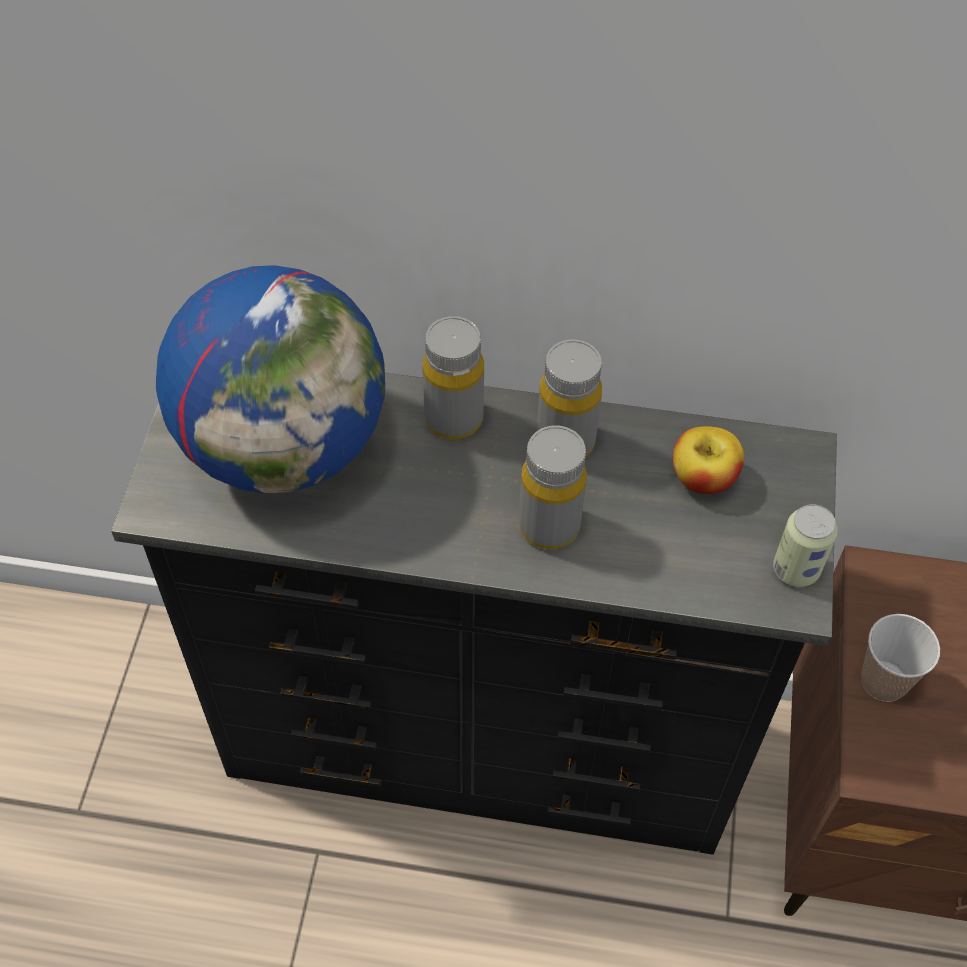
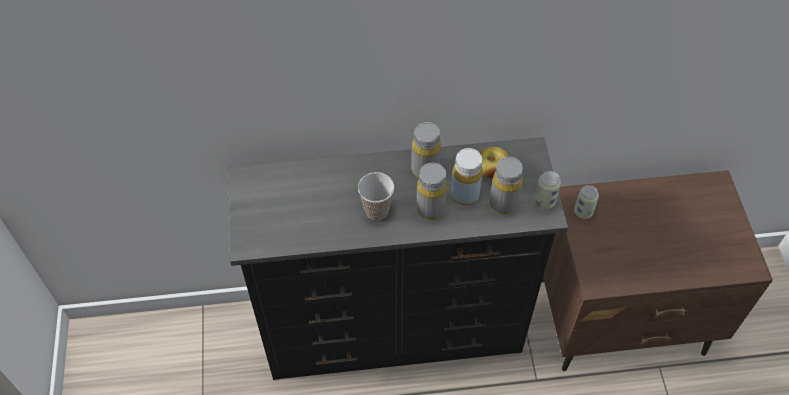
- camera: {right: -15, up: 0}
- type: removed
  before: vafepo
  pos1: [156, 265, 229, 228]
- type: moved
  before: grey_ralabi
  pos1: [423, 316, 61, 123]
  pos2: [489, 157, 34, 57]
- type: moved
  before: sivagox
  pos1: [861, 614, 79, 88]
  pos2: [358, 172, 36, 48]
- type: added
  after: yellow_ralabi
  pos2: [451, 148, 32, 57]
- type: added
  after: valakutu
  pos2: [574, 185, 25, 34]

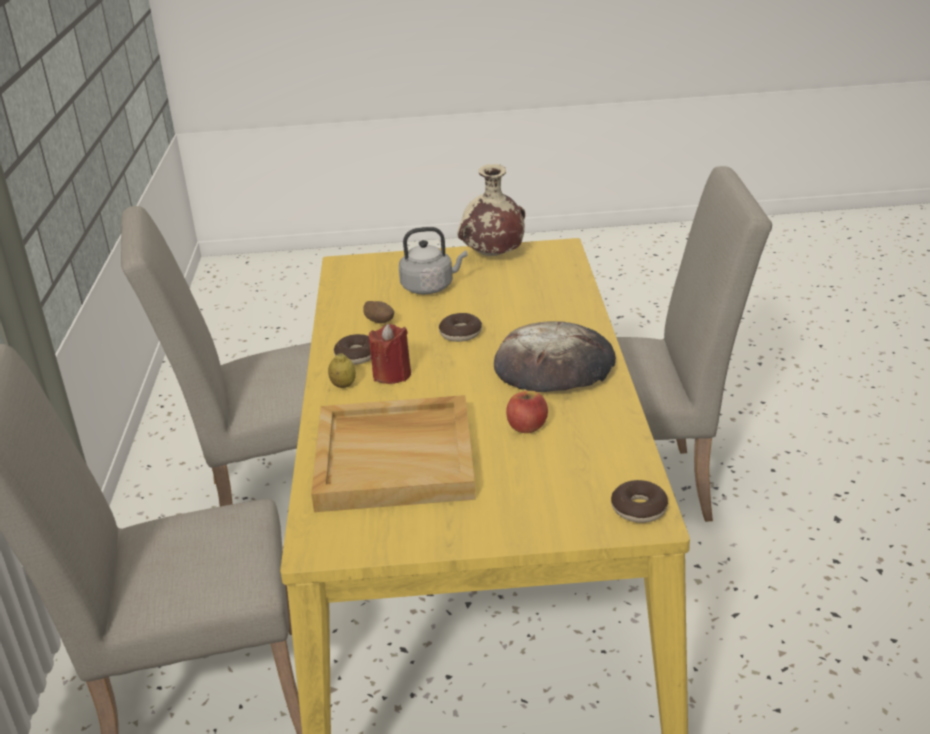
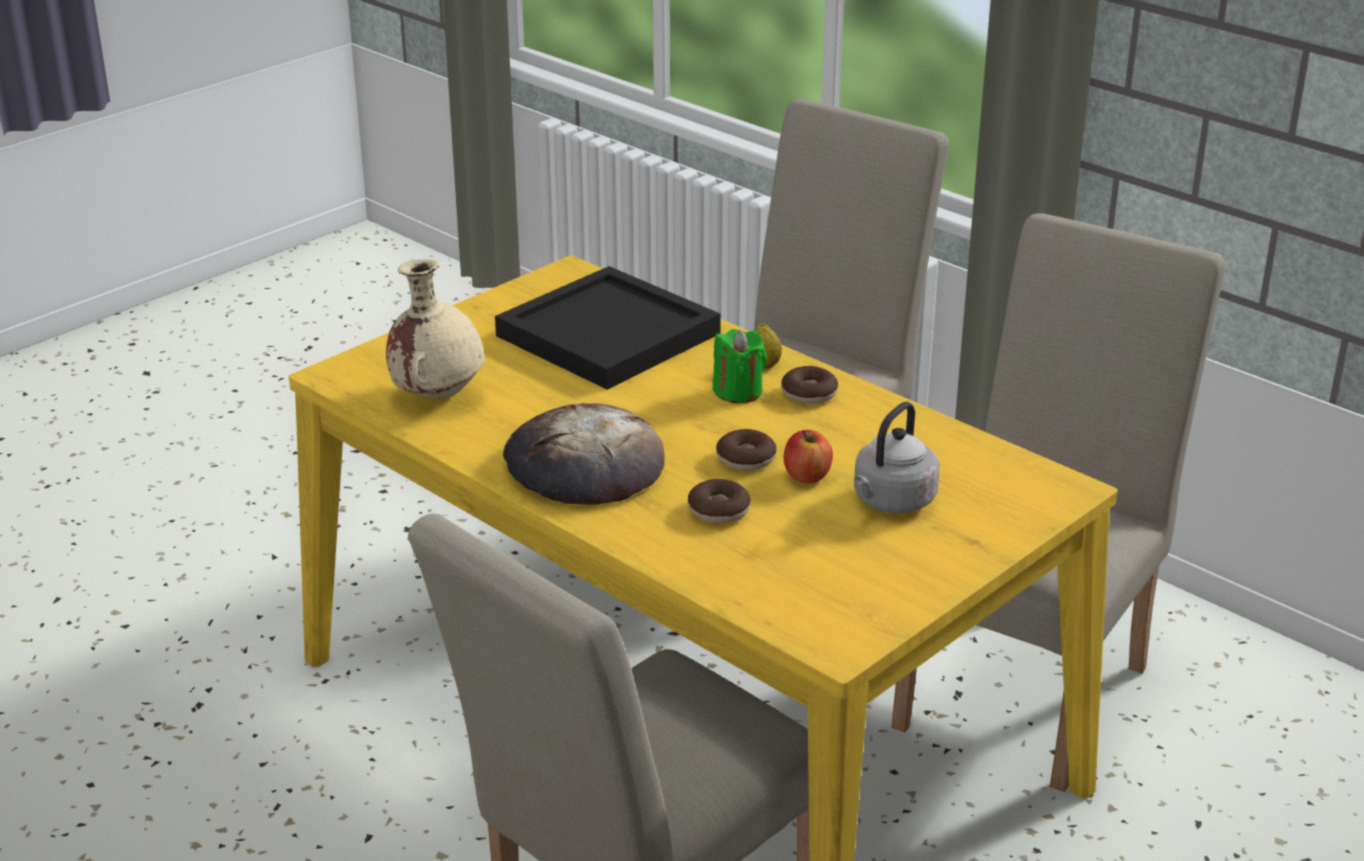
- camera: {right: 135, up: 0}
- type: recoloured
  before: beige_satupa
  after: black_satupa
  pos1: [311, 395, 165, 117]
  pos2: [495, 266, 226, 124]
- type: removed
  before: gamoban
  pos1: [363, 301, 31, 23]
- type: recoloured
  before: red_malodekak
  after: green_malodekak
  pos1: [369, 324, 42, 60]
  pos2: [713, 329, 54, 74]
- type: moved
  before: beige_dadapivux
  pos1: [457, 164, 68, 92]
  pos2: [386, 259, 99, 139]
- type: moved
  before: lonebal
  pos1: [506, 391, 42, 42]
  pos2: [784, 430, 49, 53]
- type: moved
  before: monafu
  pos1: [611, 480, 57, 43]
  pos2: [688, 479, 63, 44]

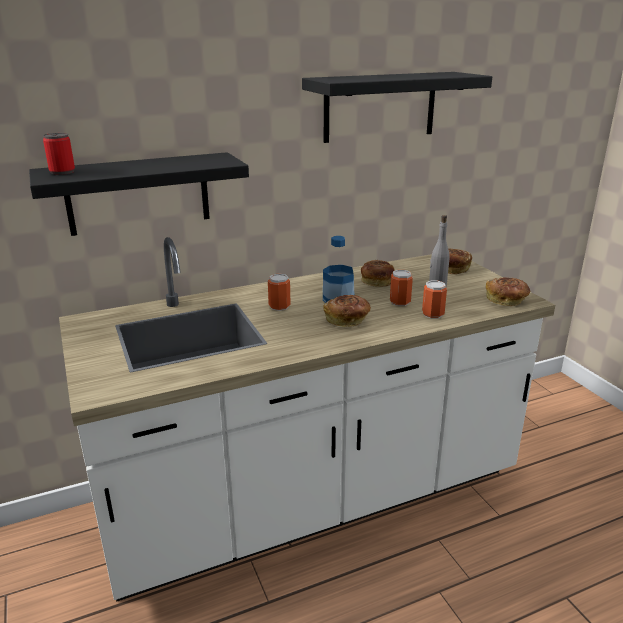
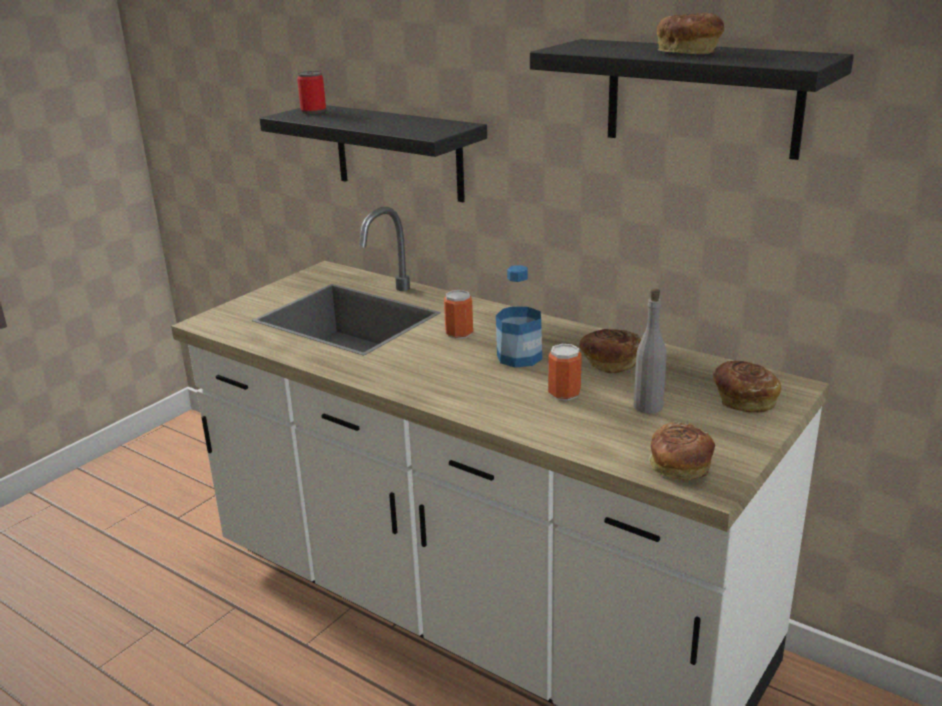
- camera: {right: 60, up: 0}
- type: moved
  before: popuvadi
  pos1: [323, 295, 48, 32]
  pos2: [657, 13, 67, 41]
- type: removed
  before: valakutu
  pos1: [422, 280, 25, 39]

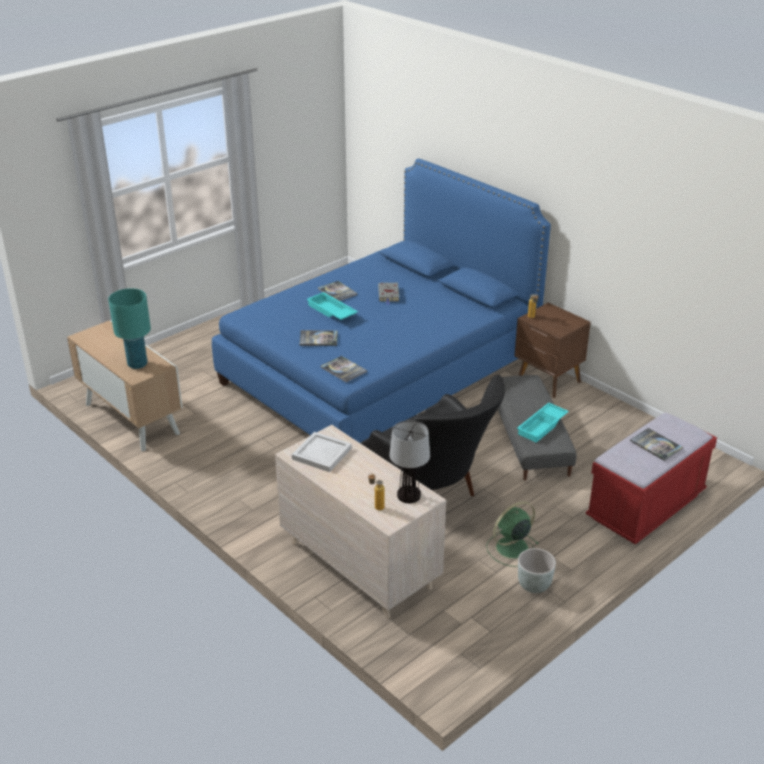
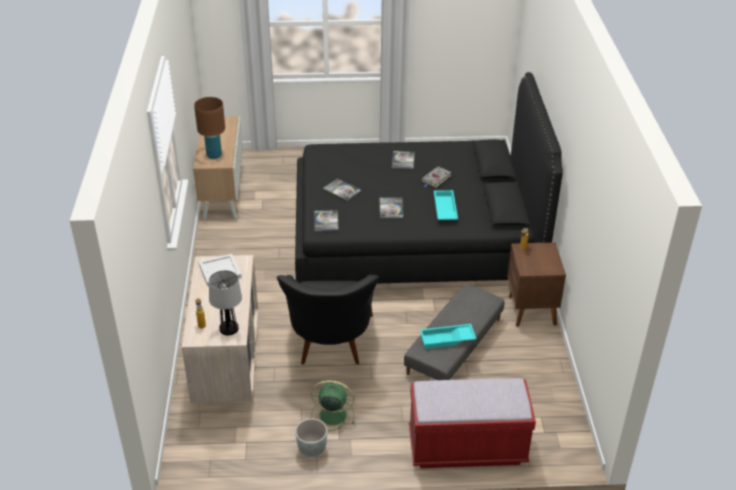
- camera: {right: 40, up: 5}
- type: recoloured
  before: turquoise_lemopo
  after: brown_lemopo
  pos1: [108, 288, 43, 81]
  pos2: [194, 97, 31, 62]
- type: recoloured
  before: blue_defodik
  after: black_defodik
  pos1: [212, 159, 339, 284]
  pos2: [295, 72, 268, 211]
- type: moved
  before: turquoise_satupa
  pos1: [307, 292, 51, 28]
  pos2: [434, 190, 24, 30]
- type: moved
  before: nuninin
  pos1: [630, 428, 53, 33]
  pos2: [379, 198, 24, 20]

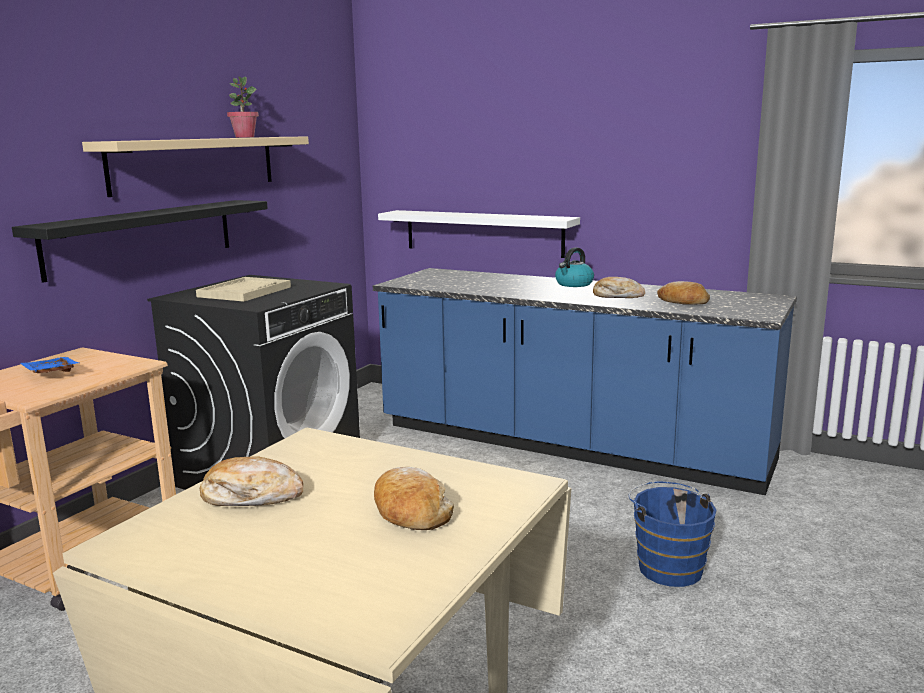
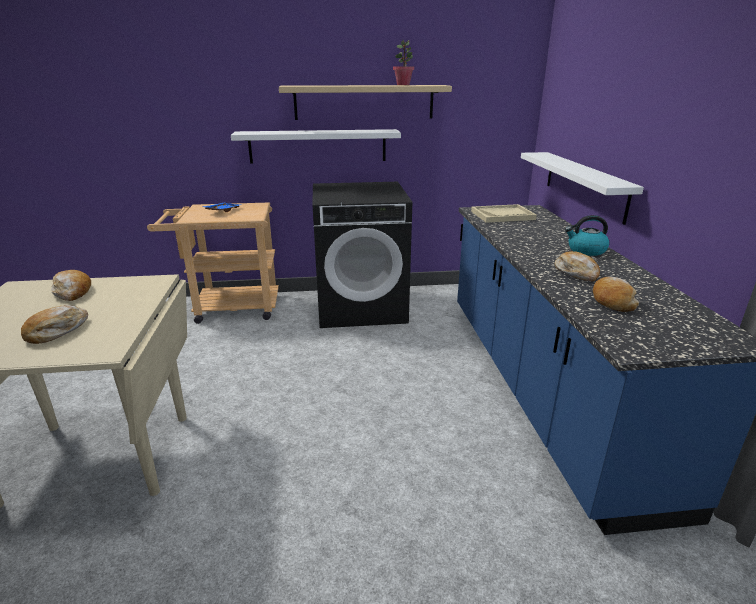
- camera: {right: 55, up: 10}
- type: recoloured
  before: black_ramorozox
  after: white_ramorozox
  pos1: [12, 200, 256, 83]
  pos2: [231, 129, 170, 35]
- type: moved
  before: beige_satupa
  pos1: [196, 277, 95, 25]
  pos2: [471, 204, 66, 19]
- type: removed
  before: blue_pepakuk
  pos1: [629, 481, 87, 106]

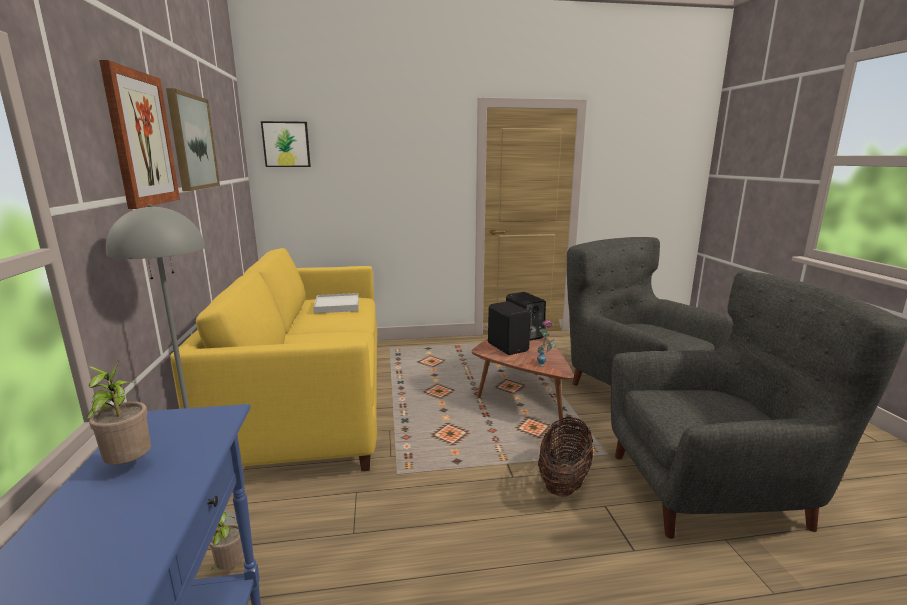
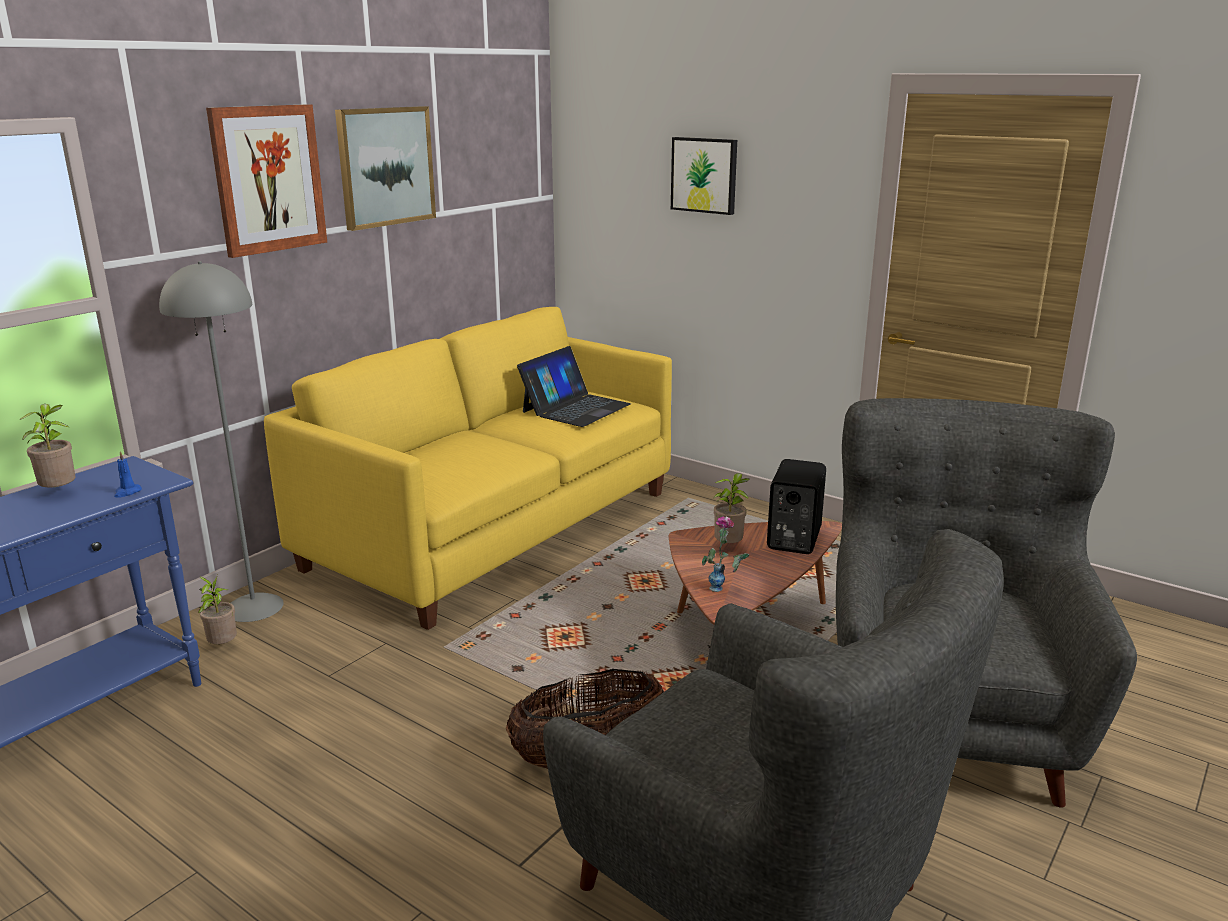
- camera: {right: 45, up: 5}
- type: moved
  before: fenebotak
  pos1: [261, 121, 50, 46]
  pos2: [671, 137, 66, 78]
- type: replaced
  before: white_satupa
  after: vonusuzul
  pos1: [313, 293, 46, 20]
  pos2: [517, 346, 114, 81]
- type: replaced
  before: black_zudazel
  after: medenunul
  pos1: [488, 301, 43, 54]
  pos2: [713, 473, 36, 70]
- type: added
  after: blue_malodekak
  pos2: [114, 451, 28, 47]

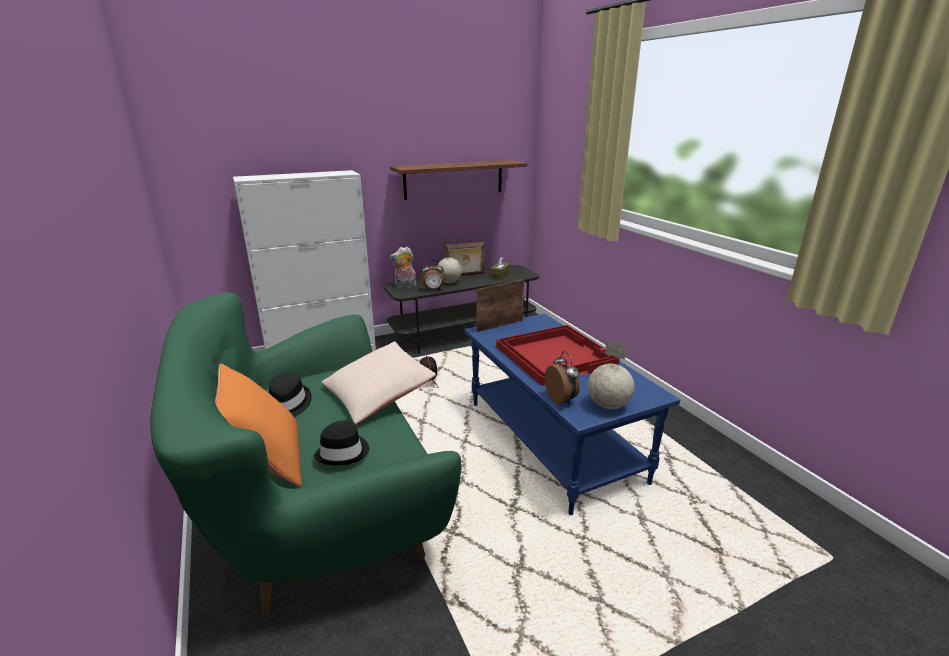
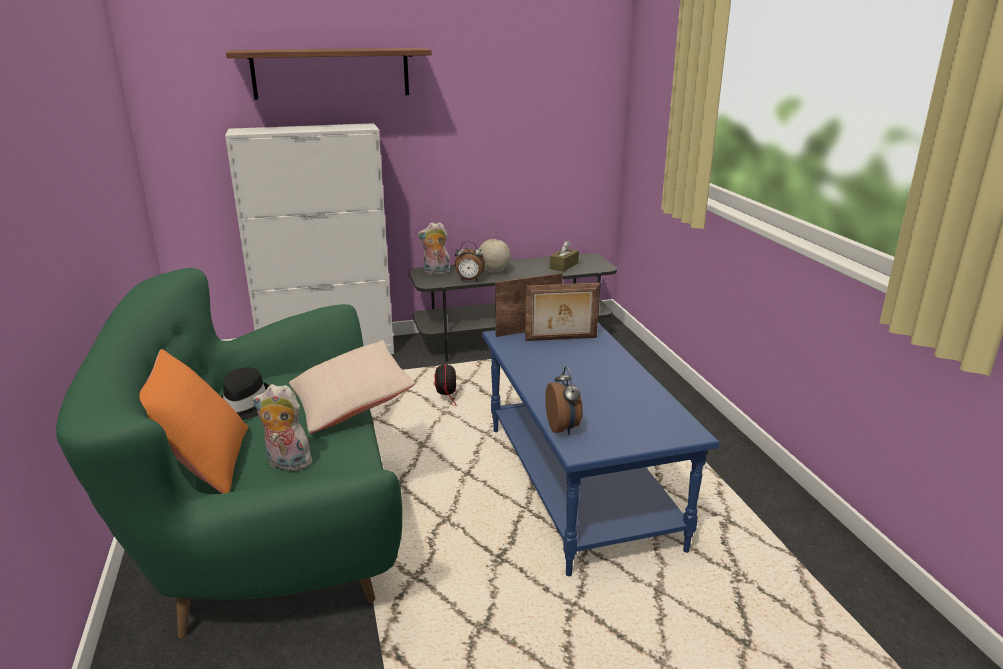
- camera: {right: 10, up: 0}
- type: replaced
  before: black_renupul
  after: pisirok
  pos1: [313, 421, 56, 44]
  pos2: [252, 384, 62, 87]
- type: moved
  before: ramorozox
  pos1: [390, 160, 137, 40]
  pos2: [226, 48, 206, 52]
- type: moved
  before: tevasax
  pos1: [445, 242, 40, 34]
  pos2: [525, 283, 75, 58]
- type: removed
  before: red_satupa
  pos1: [496, 325, 124, 61]
- type: removed
  before: vafepo
  pos1: [588, 340, 47, 69]

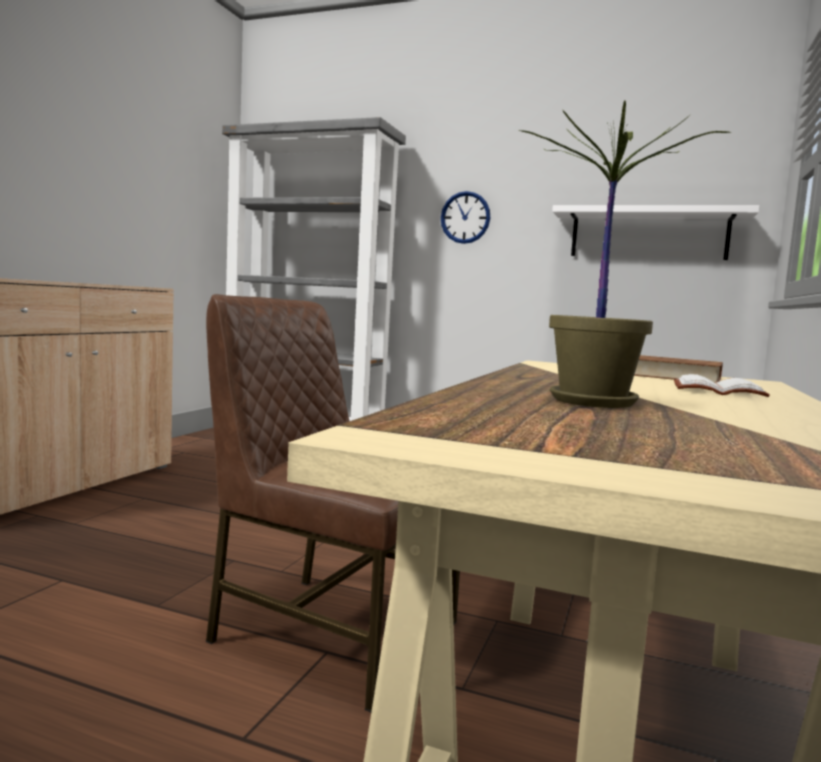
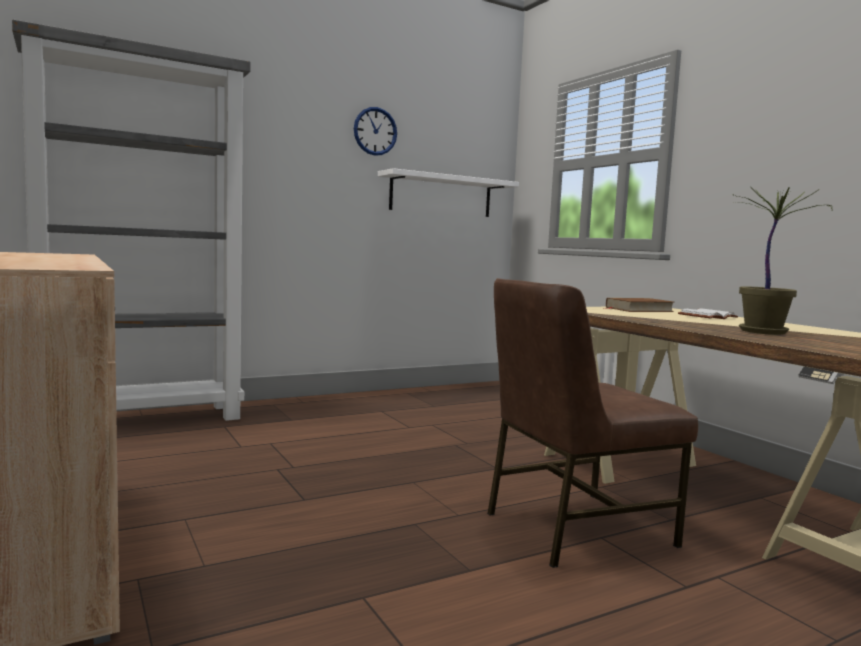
- camera: {right: -50, up: 0}
- type: moved
  before: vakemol
  pos1: [441, 191, 49, 53]
  pos2: [354, 107, 43, 49]

